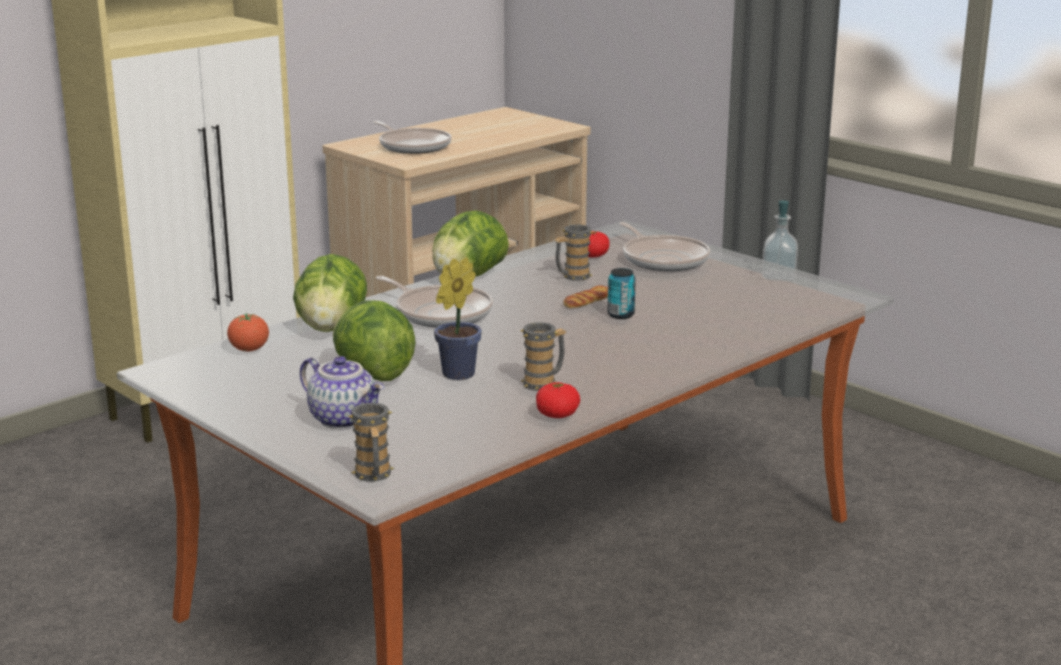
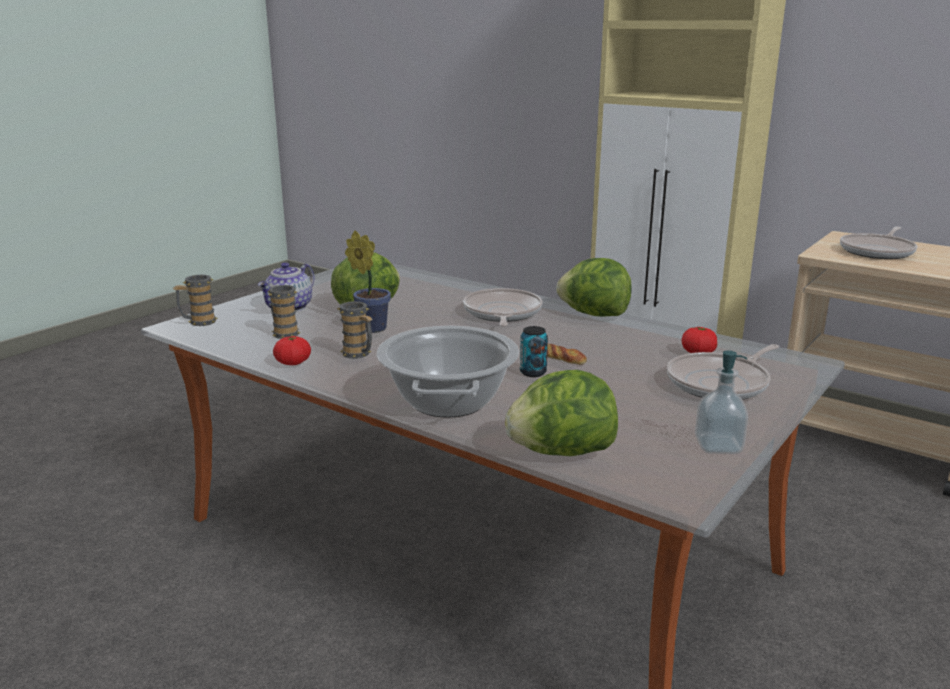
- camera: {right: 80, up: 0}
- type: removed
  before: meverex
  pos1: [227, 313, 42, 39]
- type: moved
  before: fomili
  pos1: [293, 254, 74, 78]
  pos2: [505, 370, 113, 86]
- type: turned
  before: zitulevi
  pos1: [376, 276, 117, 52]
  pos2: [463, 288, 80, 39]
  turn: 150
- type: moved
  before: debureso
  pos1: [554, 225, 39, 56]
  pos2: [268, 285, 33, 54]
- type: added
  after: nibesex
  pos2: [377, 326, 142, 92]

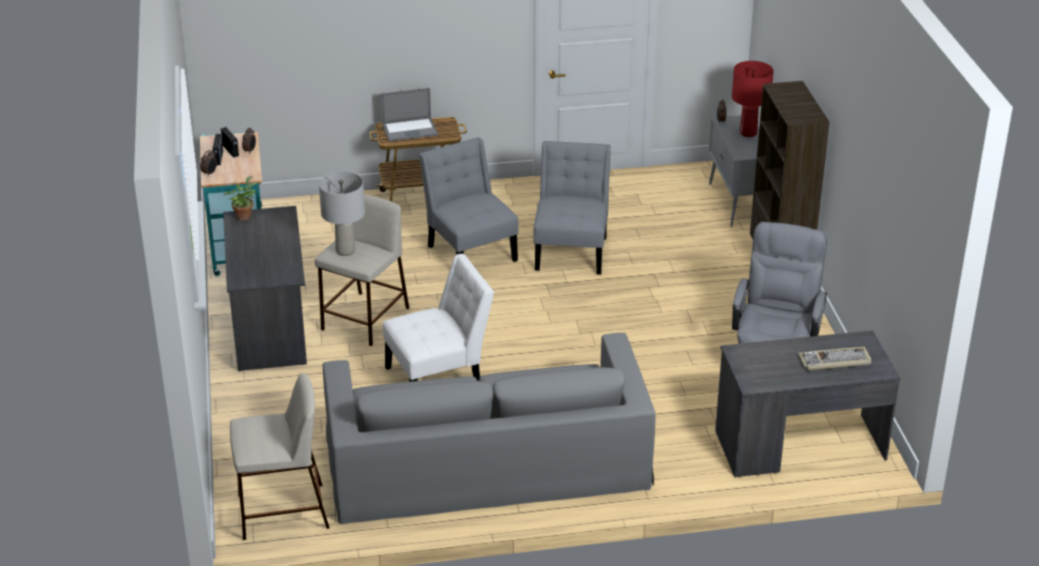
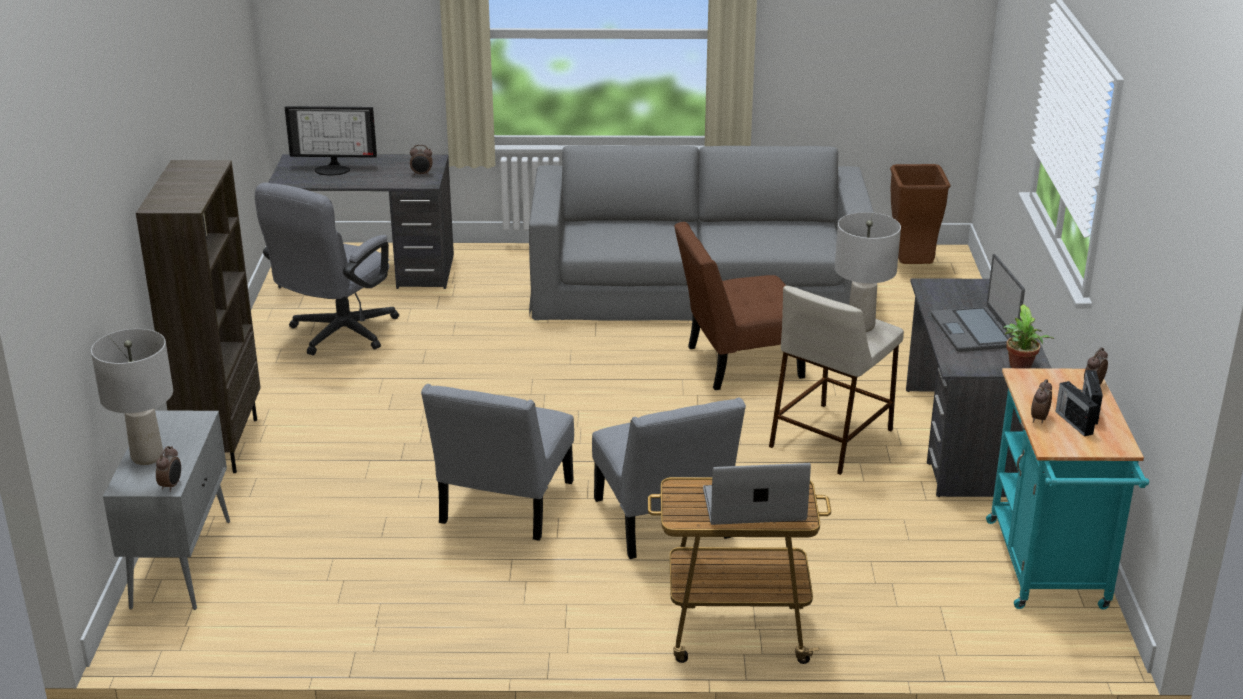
- camera: {right: -170, up: -5}
- type: replaced
  before: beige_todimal
  after: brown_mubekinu
  pos1: [230, 373, 99, 167]
  pos2: [890, 164, 61, 100]
- type: recoloured
  before: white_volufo
  after: brown_volufo
  pos1: [383, 254, 111, 128]
  pos2: [674, 222, 131, 168]
- type: recoloured
  before: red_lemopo
  after: grey_lemopo
  pos1: [732, 61, 42, 76]
  pos2: [91, 329, 82, 136]
- type: replaced
  before: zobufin
  after: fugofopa
  pos1: [798, 347, 73, 24]
  pos2: [285, 106, 92, 70]
- type: added
  after: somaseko
  pos2: [410, 145, 23, 30]
- type: added
  after: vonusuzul
  pos2: [931, 254, 94, 98]

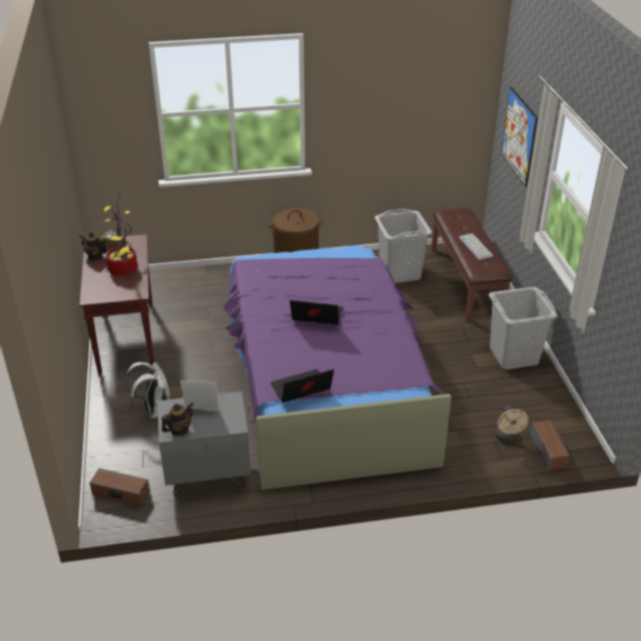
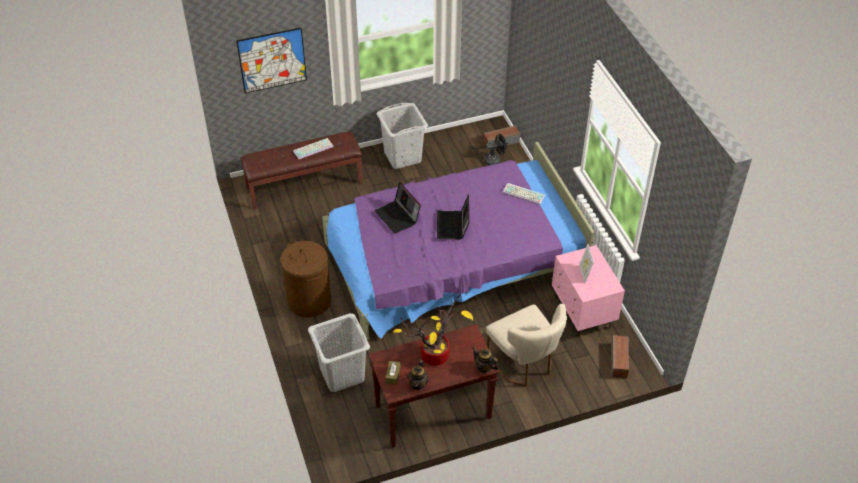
- camera: {right: -100, up: 10}
- type: replaced
  before: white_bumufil
  after: beige_volufo
  pos1: [125, 362, 45, 57]
  pos2: [486, 304, 81, 82]
- type: recoloured
  before: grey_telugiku
  after: pink_telugiku
  pos1: [157, 391, 94, 105]
  pos2: [552, 245, 73, 92]
- type: moved
  before: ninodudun
  pos1: [162, 402, 31, 34]
  pos2: [472, 347, 26, 26]
- type: moved
  before: vonusuzul
  pos1: [270, 369, 64, 34]
  pos2: [374, 182, 47, 52]
- type: moved
  before: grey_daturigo
  pos1: [375, 209, 57, 74]
  pos2: [308, 313, 62, 79]
- type: recoloured
  before: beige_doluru
  after: black_doluru
  pos1: [495, 405, 34, 38]
  pos2: [484, 134, 22, 31]
- type: added
  after: zobufin
  pos2: [502, 183, 43, 22]

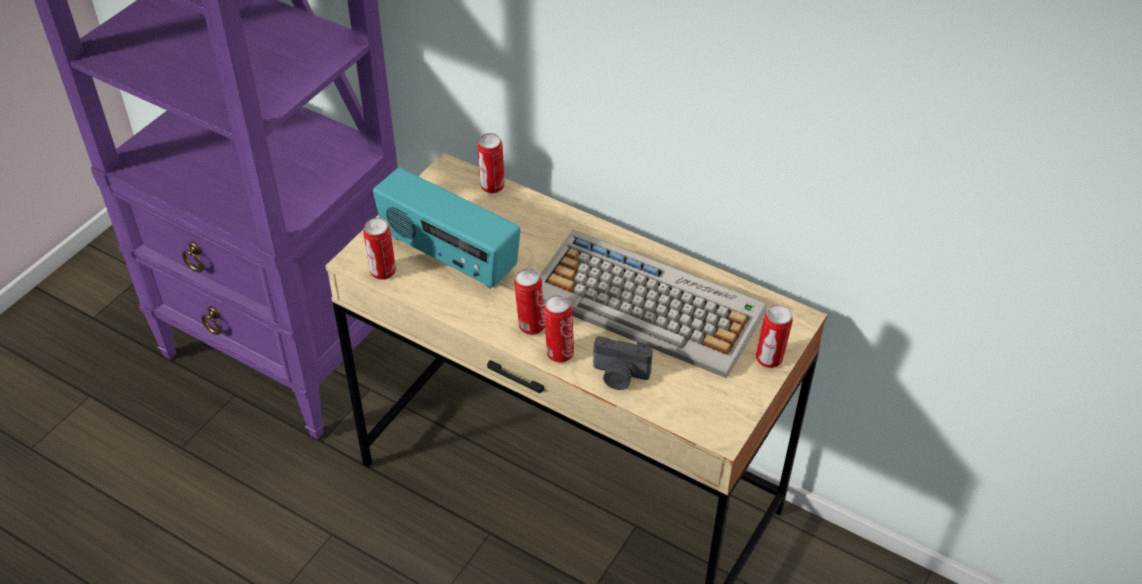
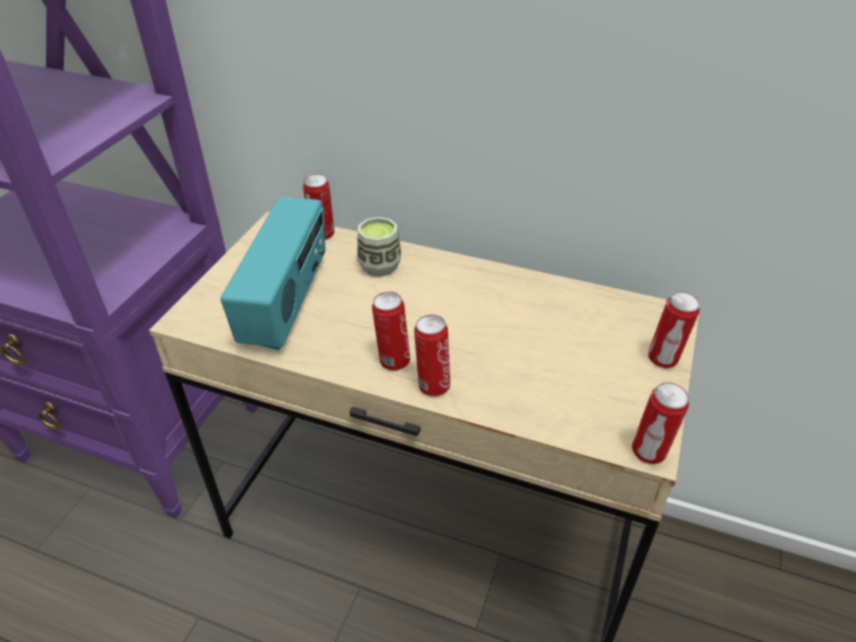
- camera: {right: -10, up: -5}
- type: moved
  before: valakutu
  pos1: [363, 218, 33, 62]
  pos2: [632, 382, 57, 82]
- type: turned
  before: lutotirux
  pos1: [373, 168, 148, 121]
  pos2: [220, 197, 106, 153]
  turn: -105
- type: removed
  before: zobufin
  pos1: [540, 230, 227, 148]
- type: removed
  before: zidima
  pos1: [593, 336, 60, 54]
- type: added
  after: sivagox
  pos2: [357, 217, 44, 60]

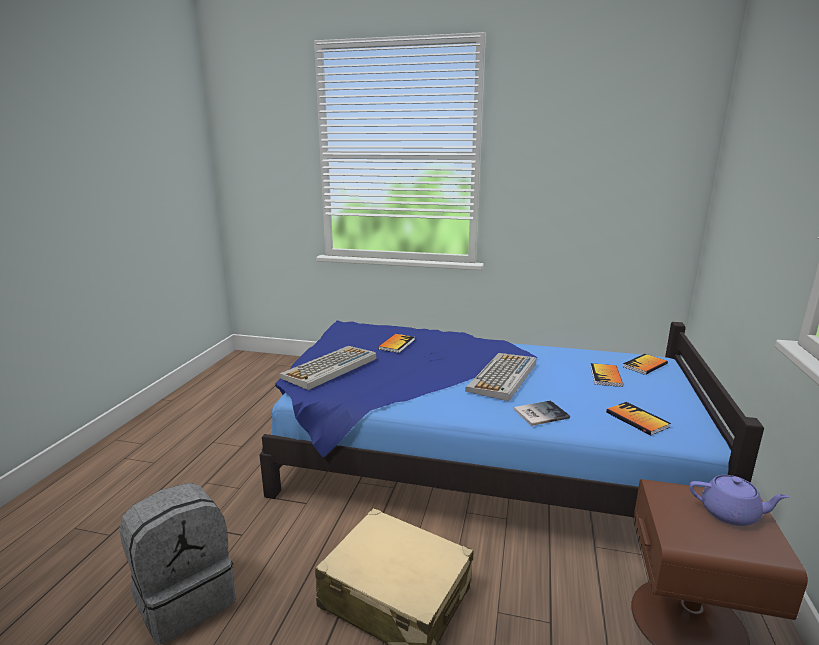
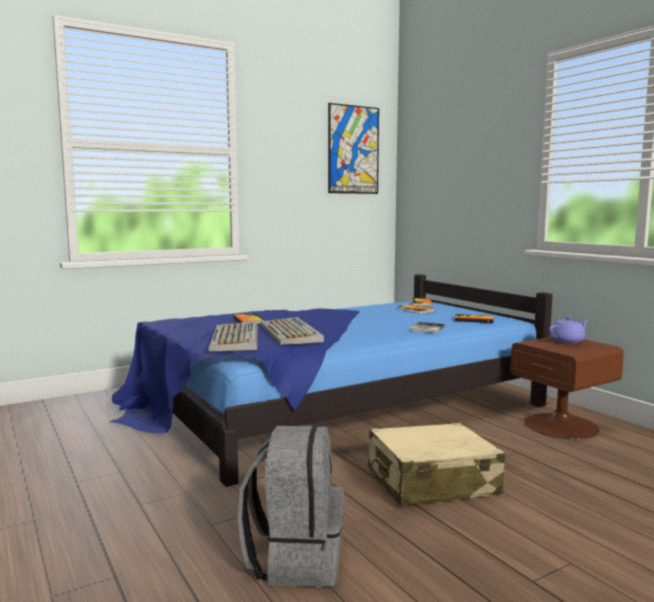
- camera: {right: -45, up: -10}
- type: moved
  before: zobufin
  pos1: [465, 353, 71, 48]
  pos2: [261, 317, 63, 28]
- type: added
  after: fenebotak
  pos2: [328, 103, 51, 91]

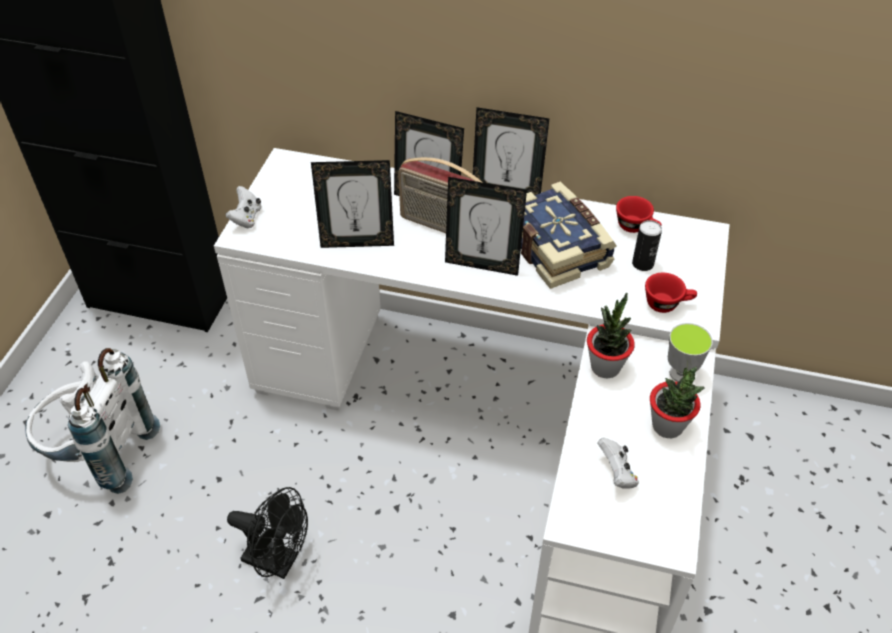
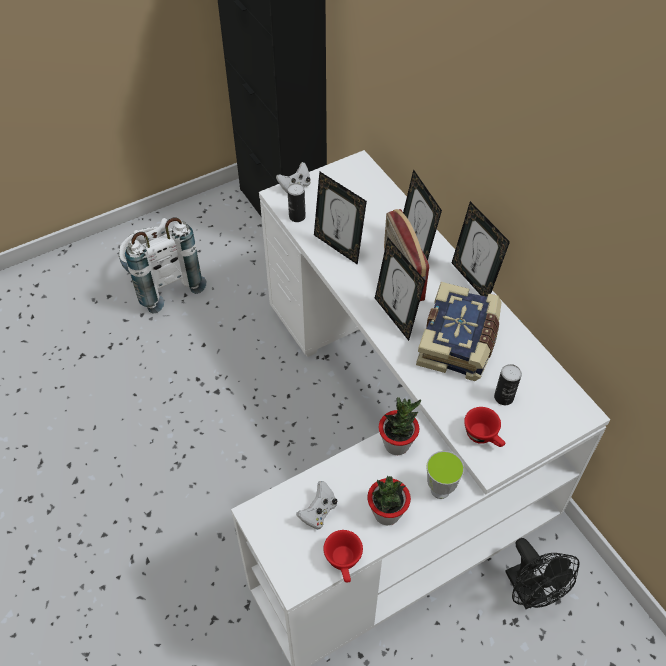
- camera: {right: 45, up: 5}
- type: moved
  before: black_doluru
  pos1: [227, 487, 81, 92]
  pos2: [505, 538, 75, 71]
- type: moved
  before: red_sivagox
  pos1: [616, 196, 46, 37]
  pos2: [324, 530, 39, 52]
- type: added
  after: valakutu
  pos2: [287, 183, 19, 39]

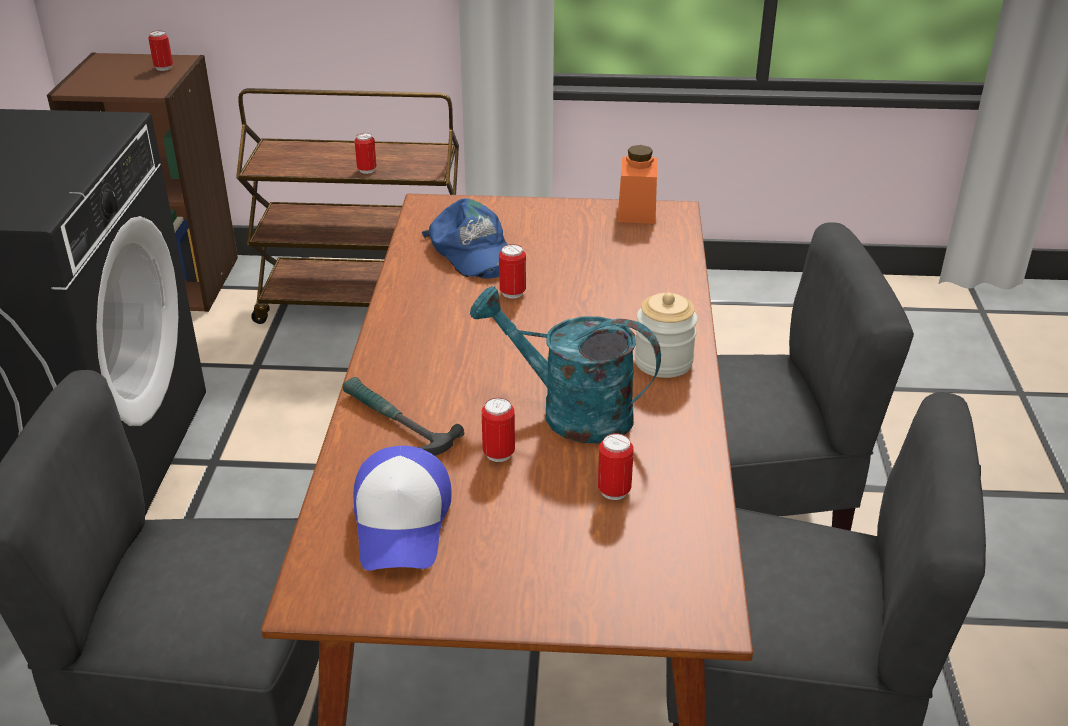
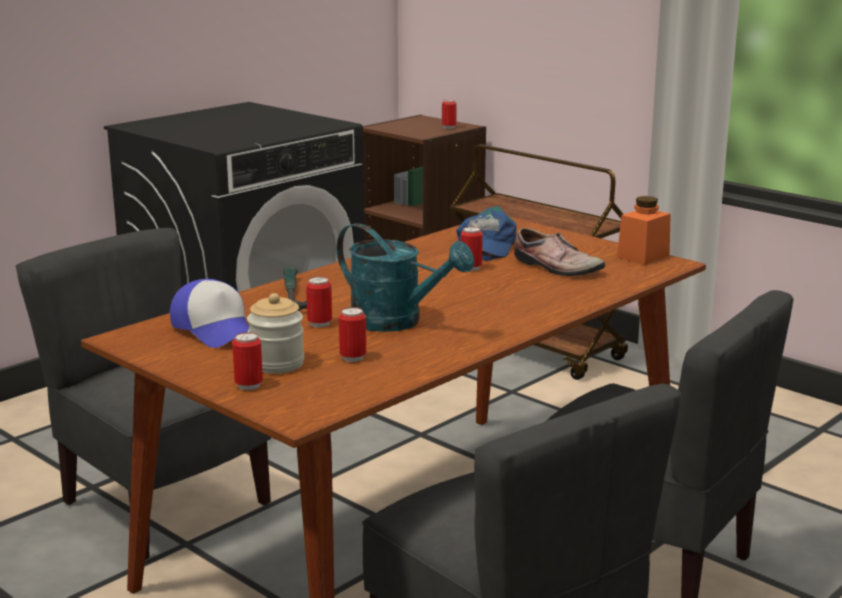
- camera: {right: 40, up: -15}
- type: turned
  before: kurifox
  pos1: [354, 446, 98, 125]
  pos2: [170, 279, 80, 69]
  turn: -75
- type: moved
  before: valakutu
  pos1: [355, 133, 22, 41]
  pos2: [232, 332, 31, 58]
- type: turned
  before: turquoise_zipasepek
  pos1: [470, 286, 191, 157]
  pos2: [337, 223, 137, 109]
  turn: 150
- type: moved
  before: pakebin
  pos1: [635, 292, 63, 86]
  pos2: [247, 293, 57, 81]
- type: added
  after: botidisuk
  pos2: [514, 228, 91, 48]

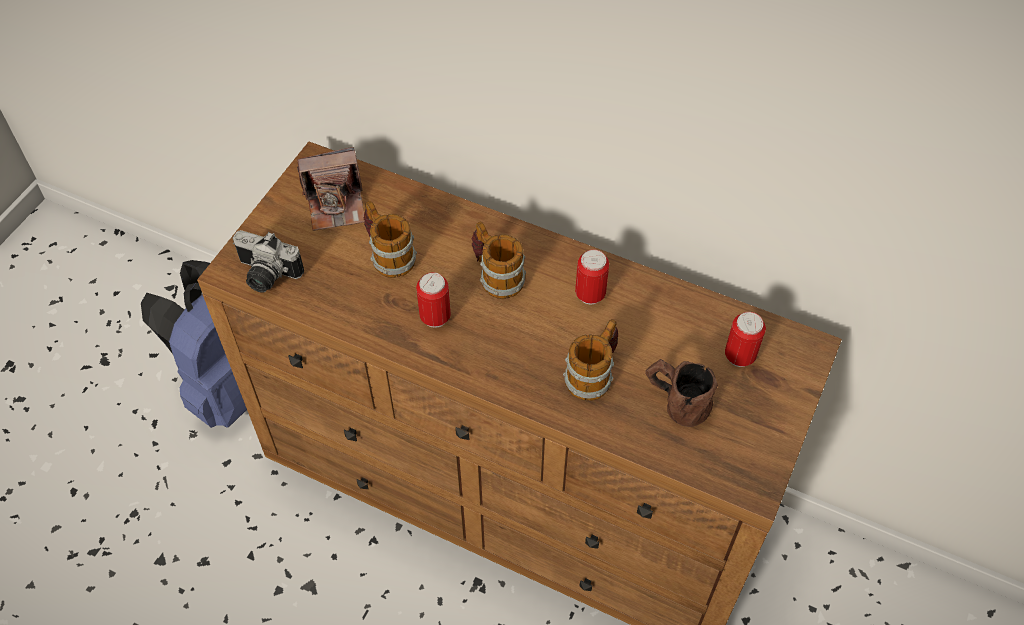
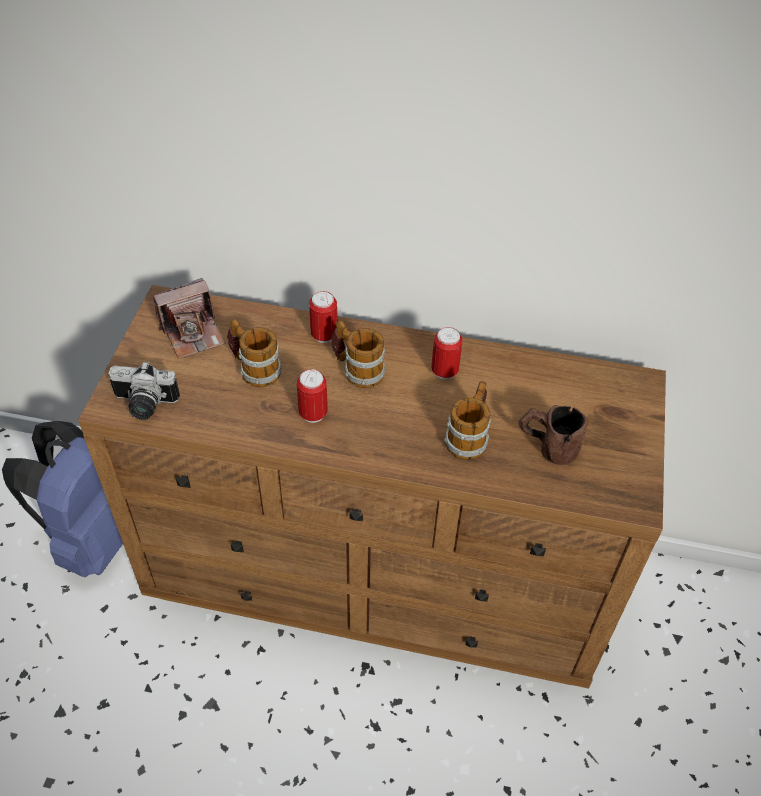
- camera: {right: -15, up: -5}
- type: moved
  before: valakutu
  pos1: [725, 312, 41, 55]
  pos2: [309, 291, 28, 52]

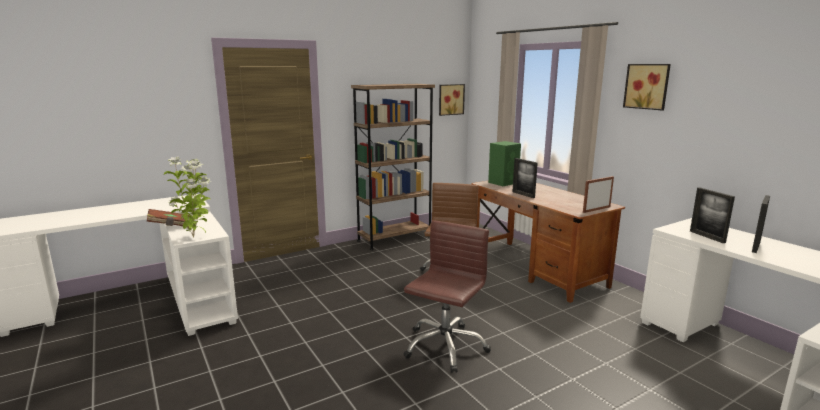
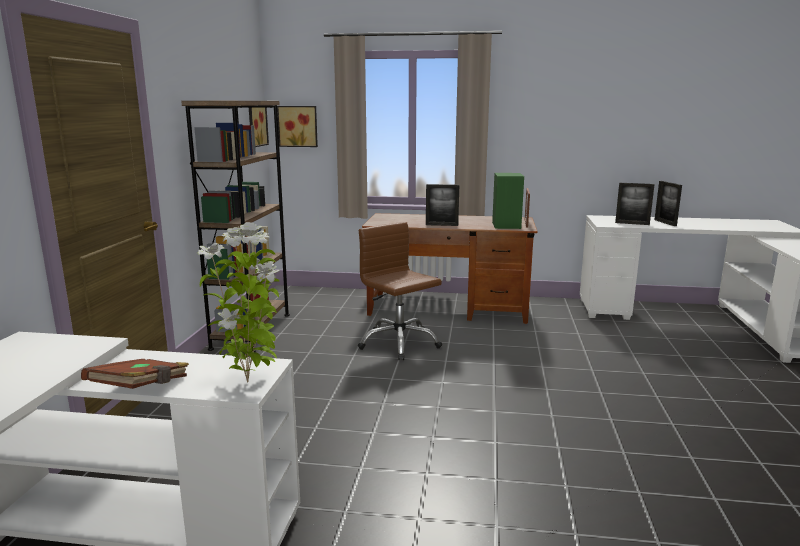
- camera: {right: -50, up: 0}
- type: removed
  before: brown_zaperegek
  pos1: [404, 220, 87, 153]
- type: moved
  before: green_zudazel
  pos1: [488, 141, 33, 45]
  pos2: [492, 173, 32, 56]
- type: moved
  before: fenebotak
  pos1: [623, 64, 48, 47]
  pos2: [277, 106, 41, 41]

